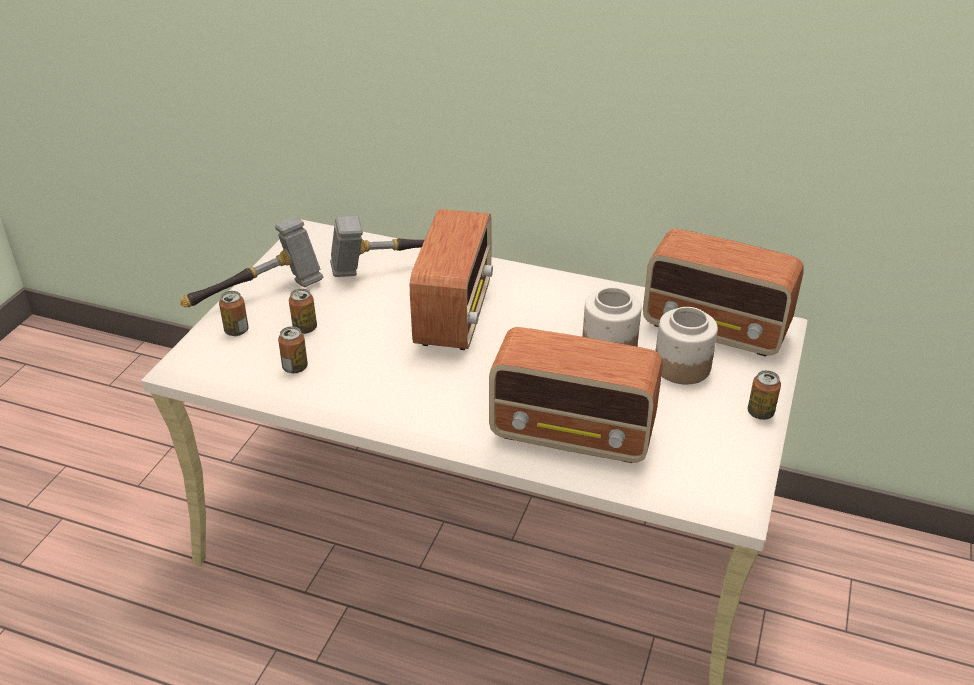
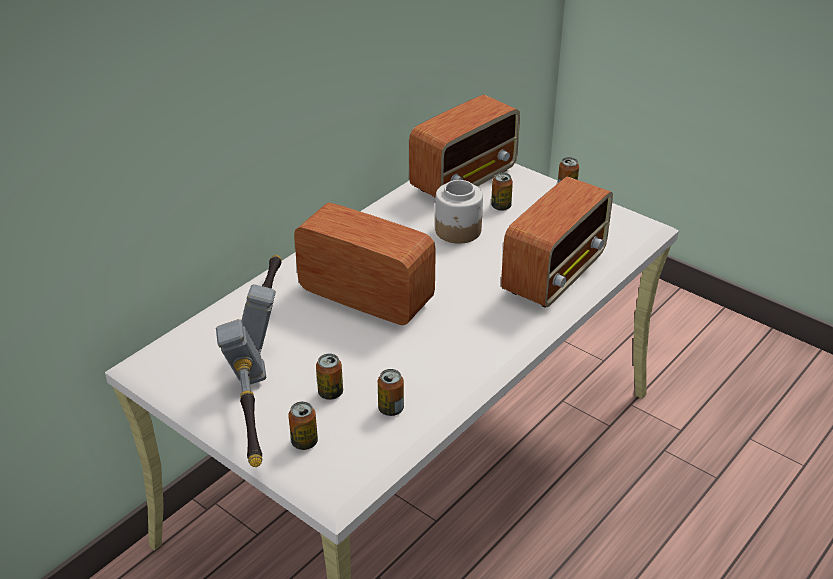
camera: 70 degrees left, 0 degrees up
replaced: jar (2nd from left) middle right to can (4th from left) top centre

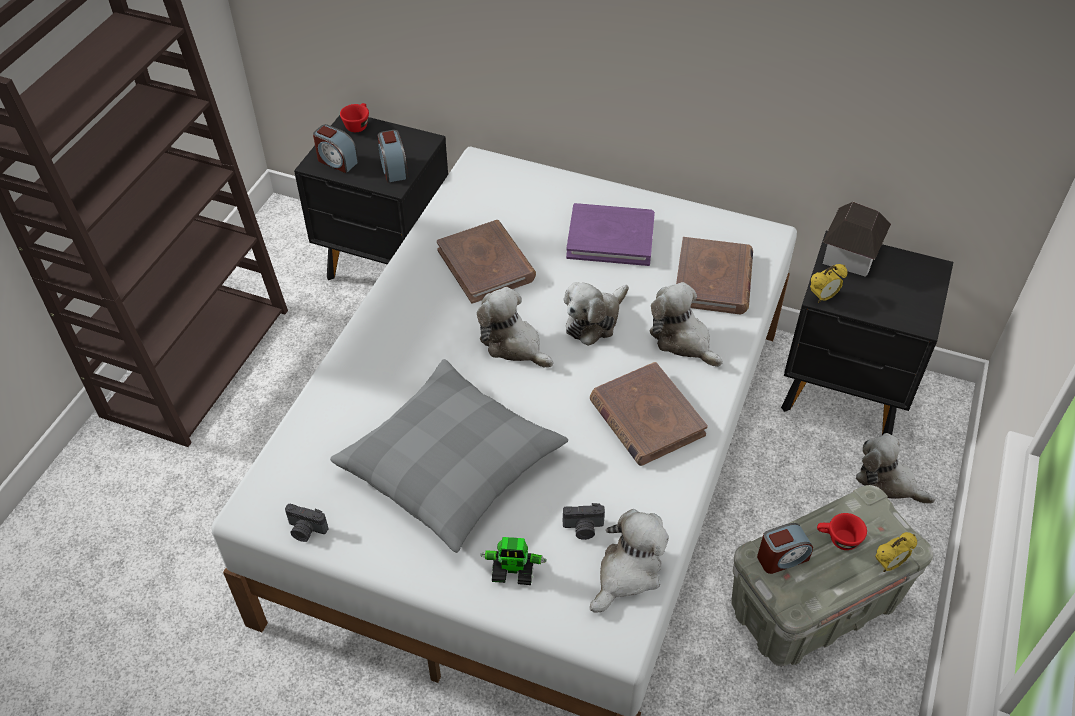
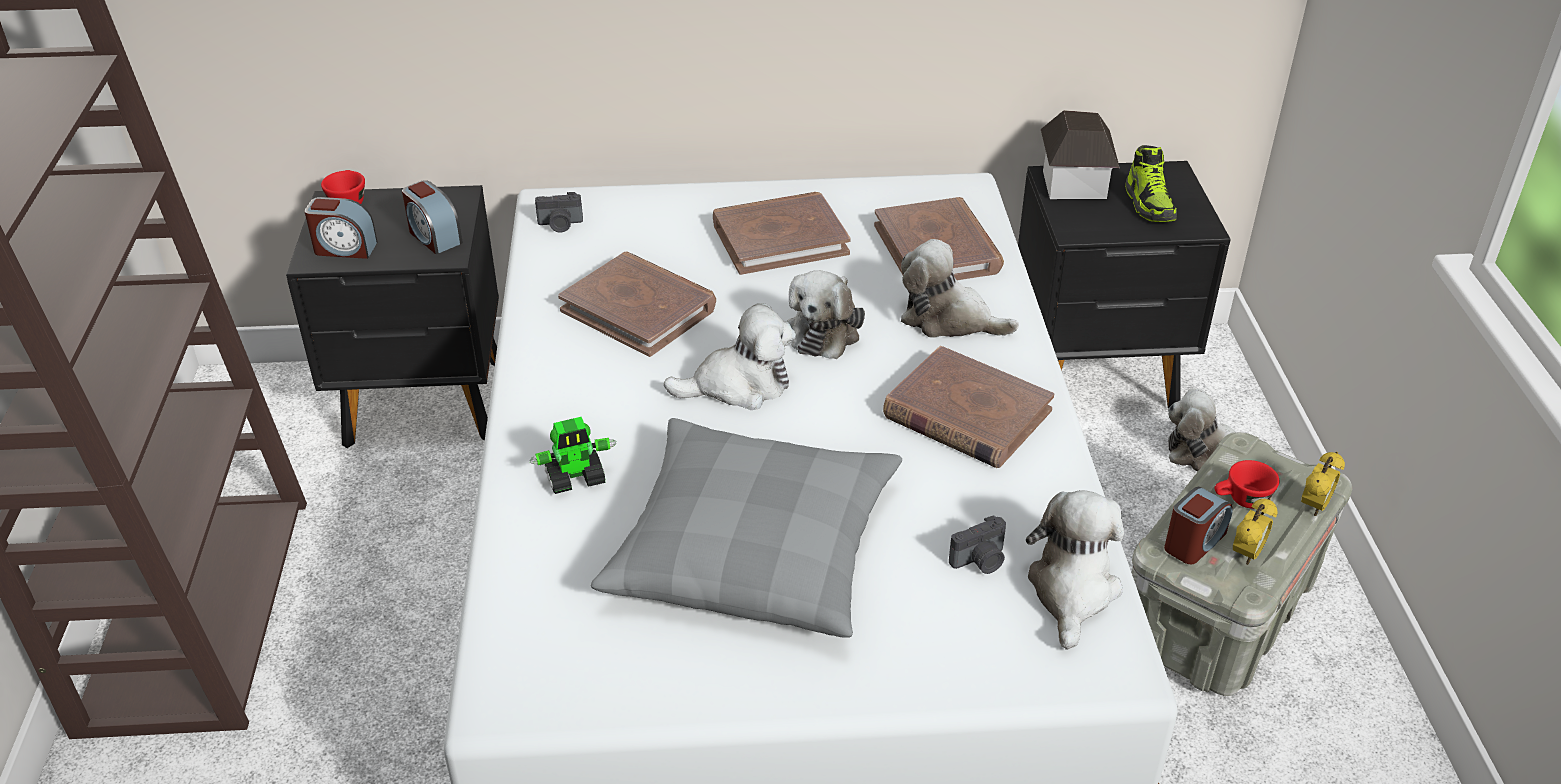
camera: 25 degrees left, 10 degrees down
added: shoe top right
moved: toy robot bottom centre to centre; photo camera (1st from left) bottom left to top centre; alarm clock (4th from left) middle right to bottom right
recoloured: purple book top centre to brown book (2nd from left) top centre
turned: plush toy (1st from left) centre = centre 150 degrees clockwise

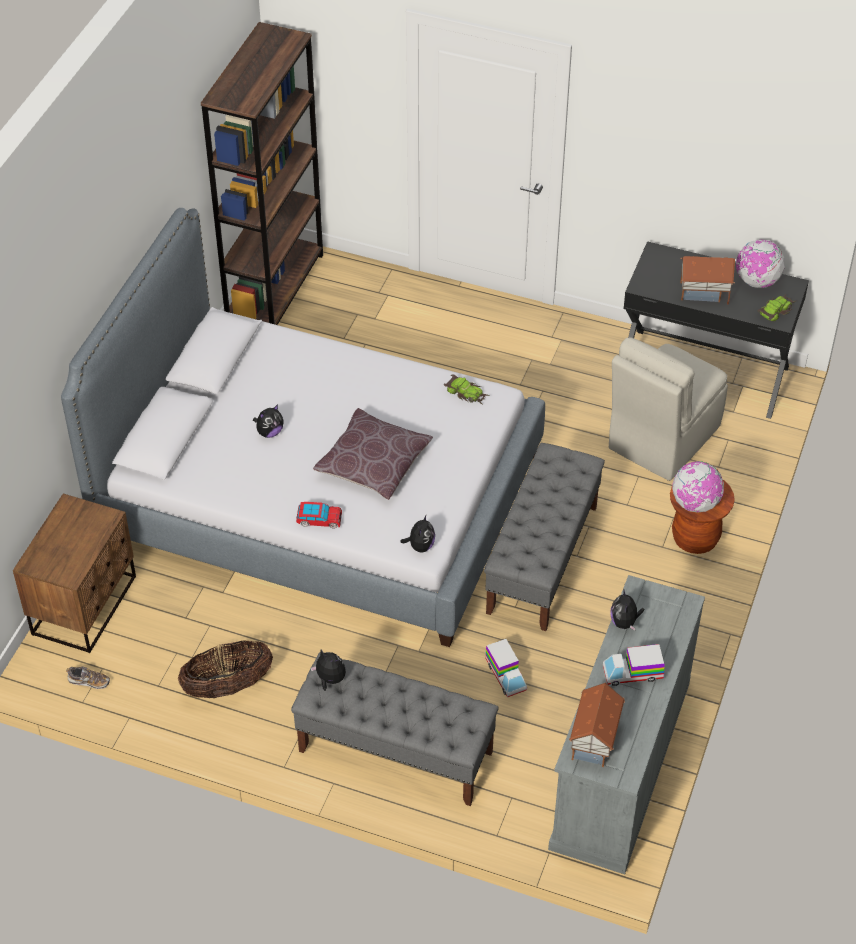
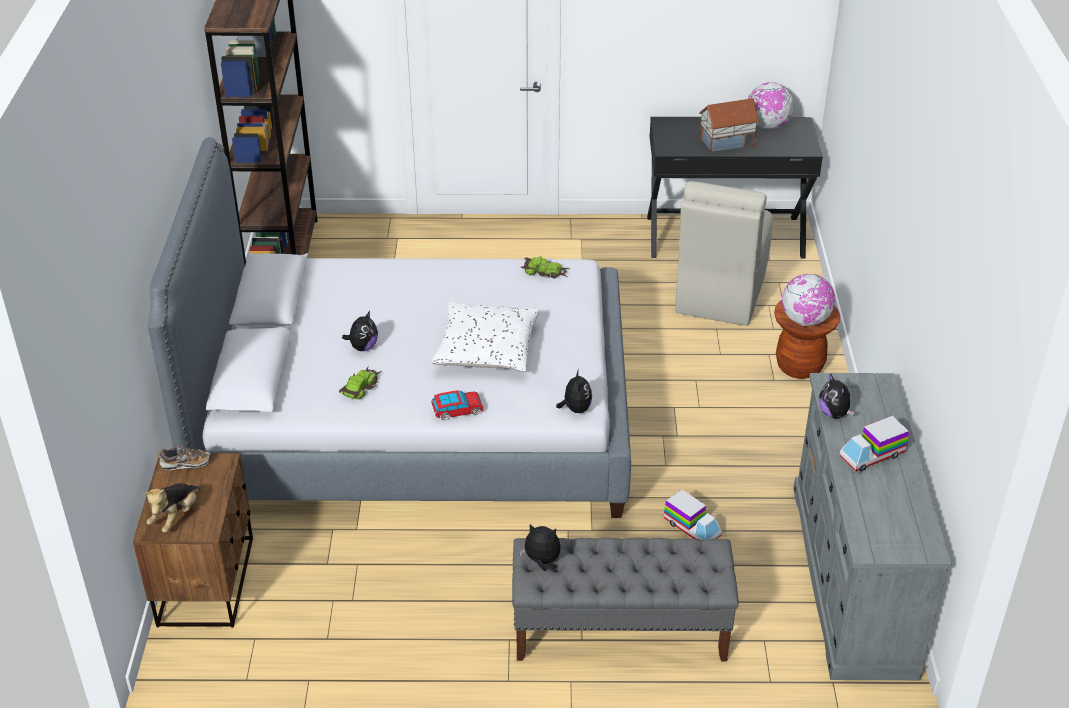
camera: 20 degrees left, 10 degrees down
removed: basket bottom left; grey bench (2nd from left) centre; toy house (1st from left) bottom right
added: plush toy (1st from left) bottom left
moved: shoe bottom left to middle left; toy car (3rd from left in the first image) top right to toy car (1st from left) centre
recoloured: brown pillow centre to white pillow centre

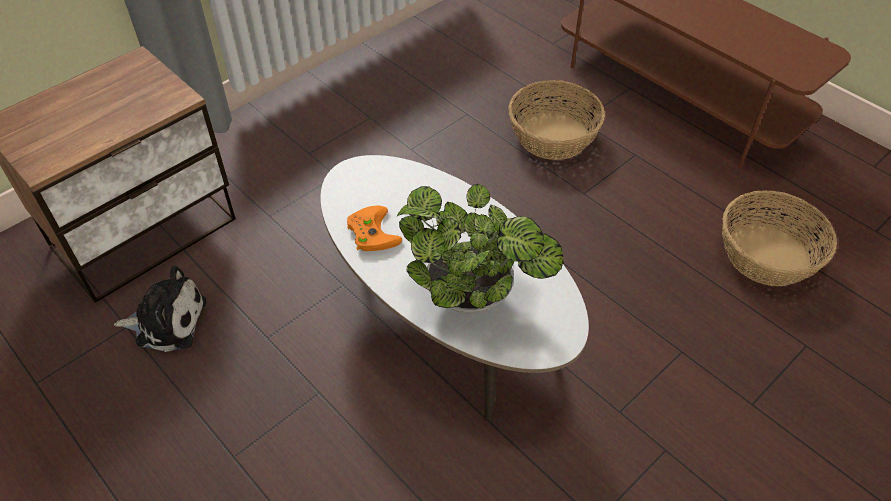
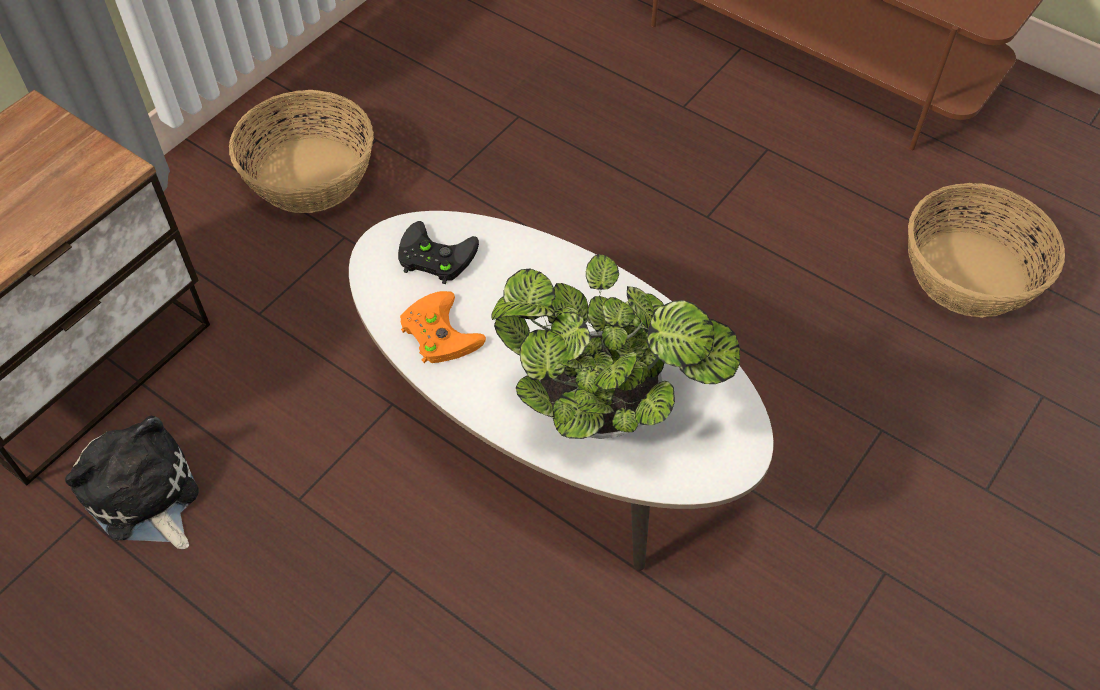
camera: 10 degrees left, 5 degrees up
added: black game controller centre
moved: basket (1st from left) top centre to top left
turned: plush toy middle left = bottom left 120 degrees counterclockwise

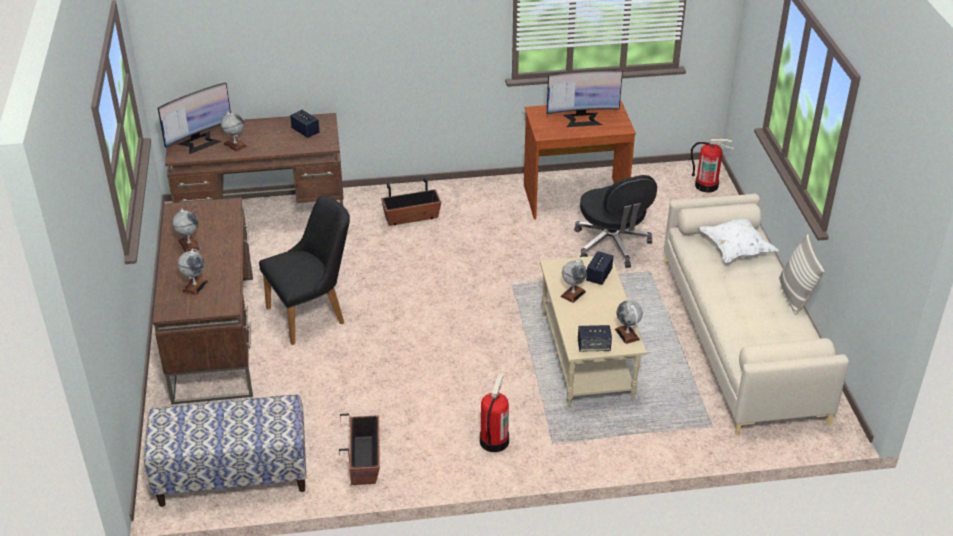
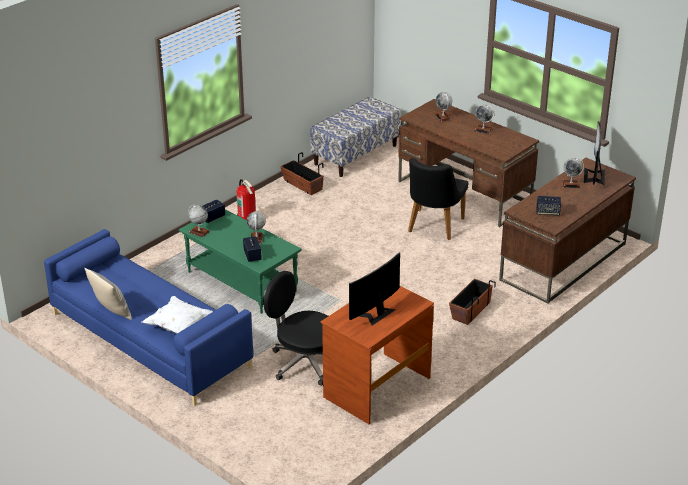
camera: 140 degrees right, 5 degrees down
removed: fire extinguisher (2nd from left) top right
recoloured: beige sofa middle right to blue sofa middle left; beige coffee table centre to green coffee table centre

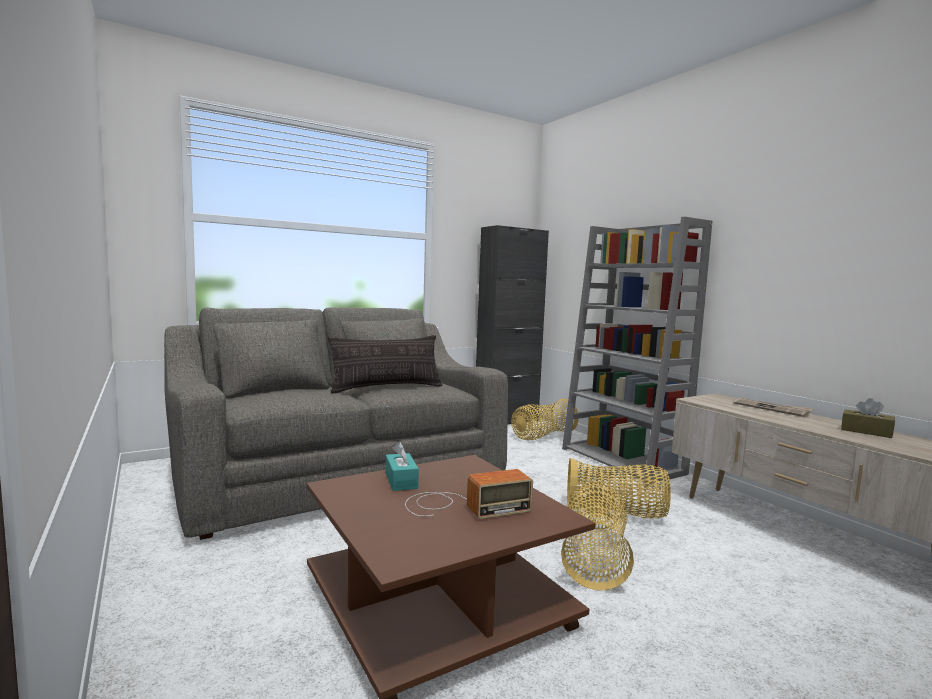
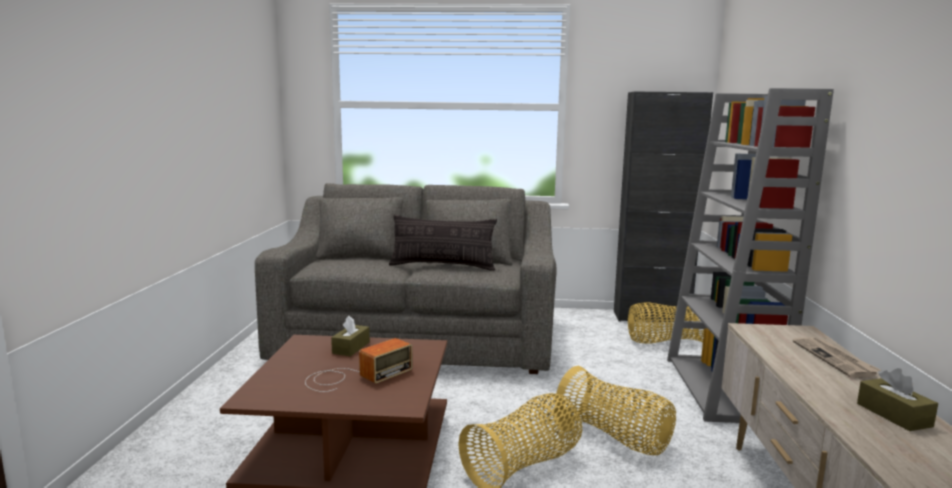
camera: 35 degrees right, 5 degrees up
recoloured: turquoise tissue box bottom centre to brown tissue box (1st from left) bottom centre
turned: radio bottom centre = bottom centre 60 degrees counterclockwise

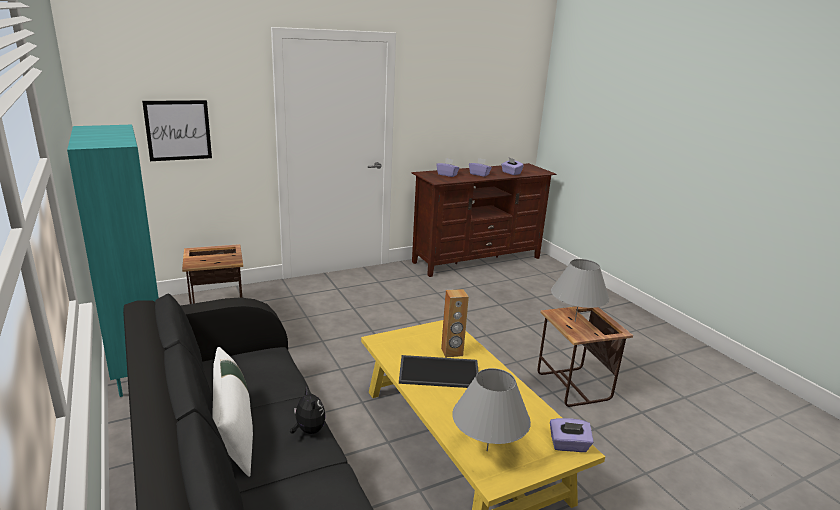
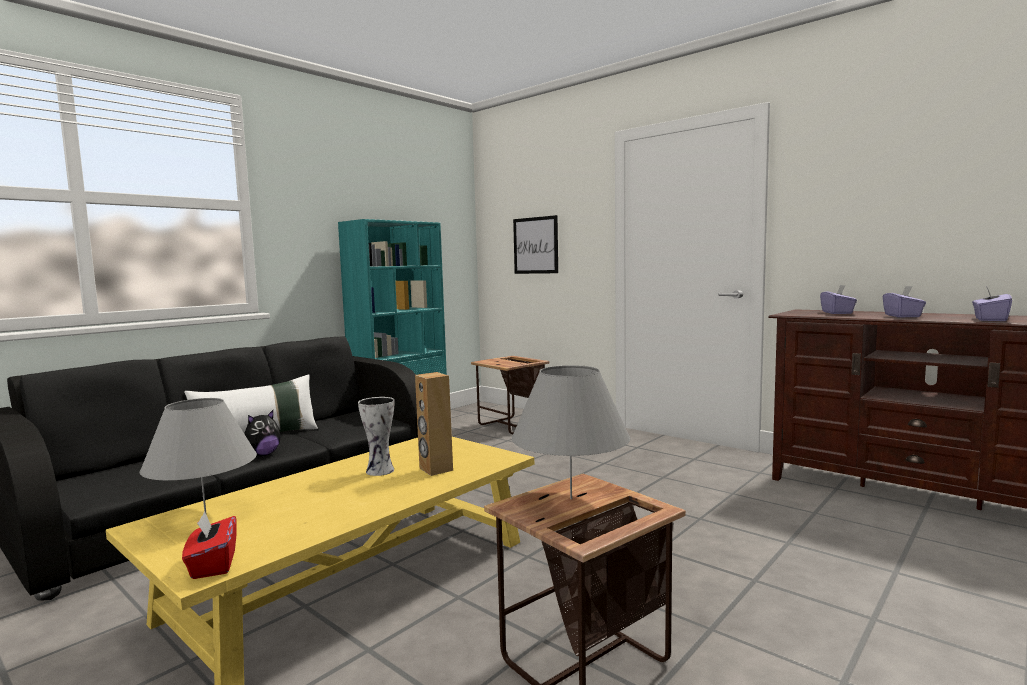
camera: 70 degrees right, 15 degrees down
replaced: tray bottom centre to vase centre
recoloured: purple tissue box (4th from left) bottom right to red tissue box bottom left

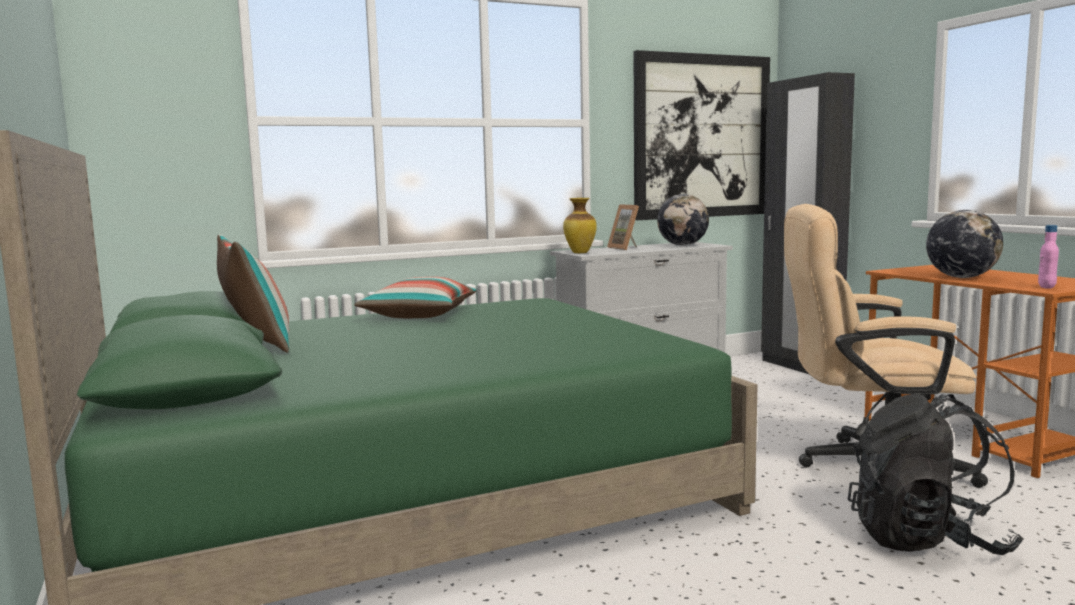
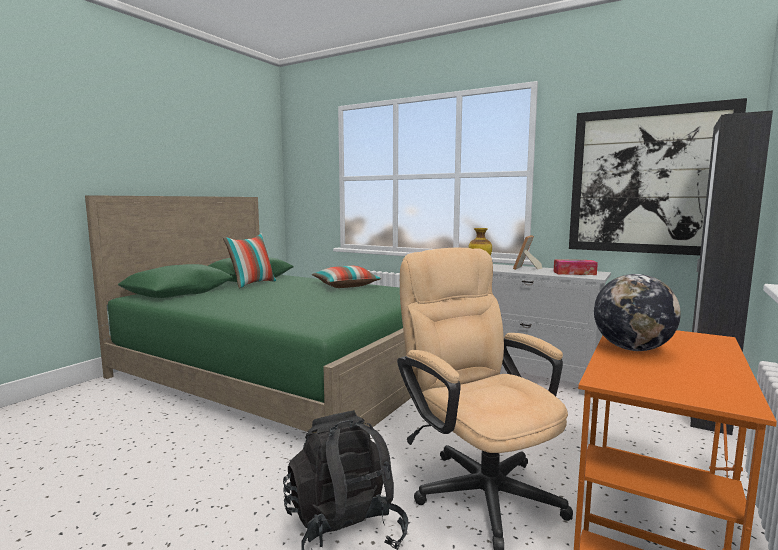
camera: 55 degrees right, 0 degrees up
removed: pink bottle middle right
replaced: globe (1st from left) centre to tissue box middle right

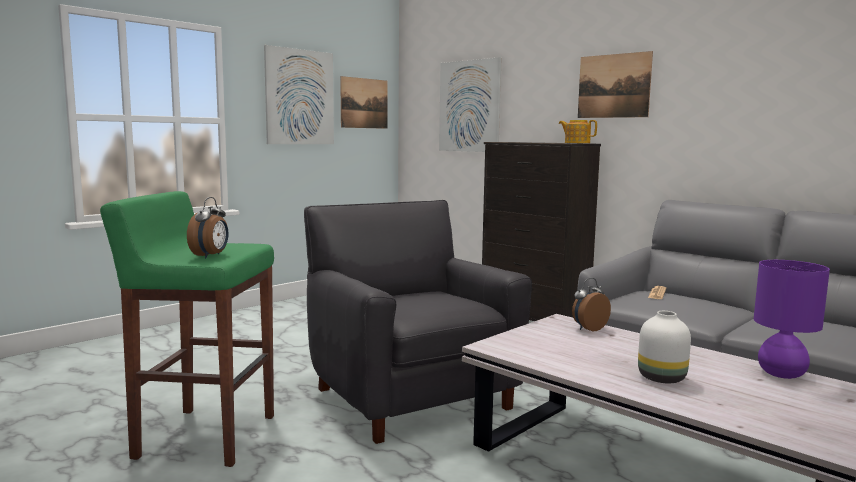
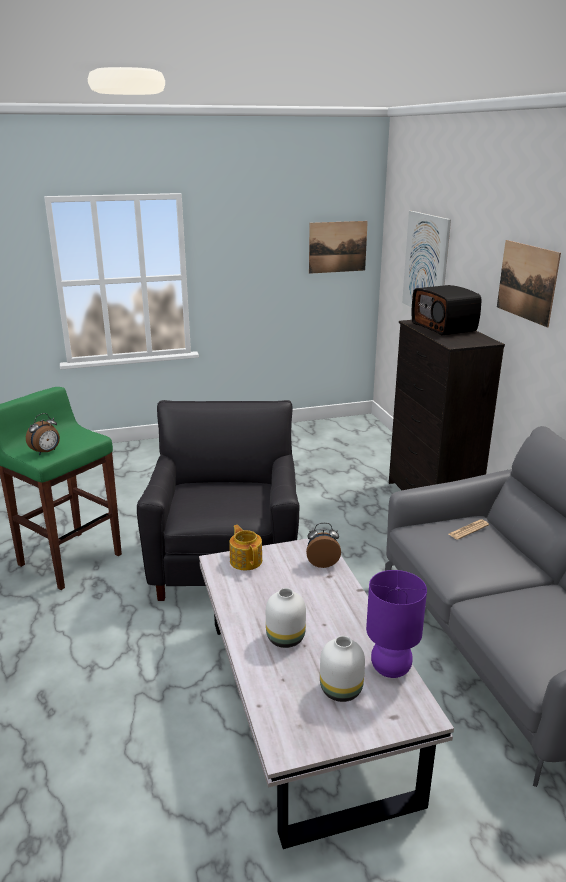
camera: 30 degrees right, 15 degrees up
removed: picture (1st from left) top centre
added: white vase (2nd from left) bottom centre; radio middle right
moved: teapot top right to centre

